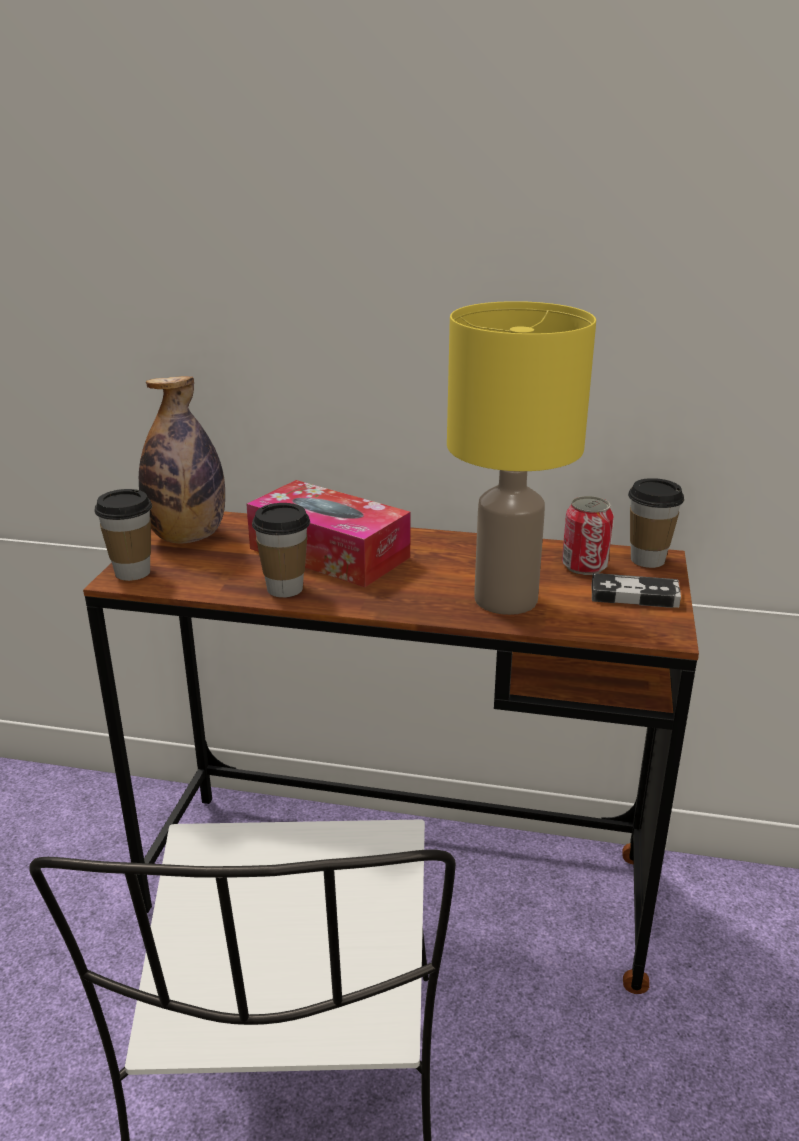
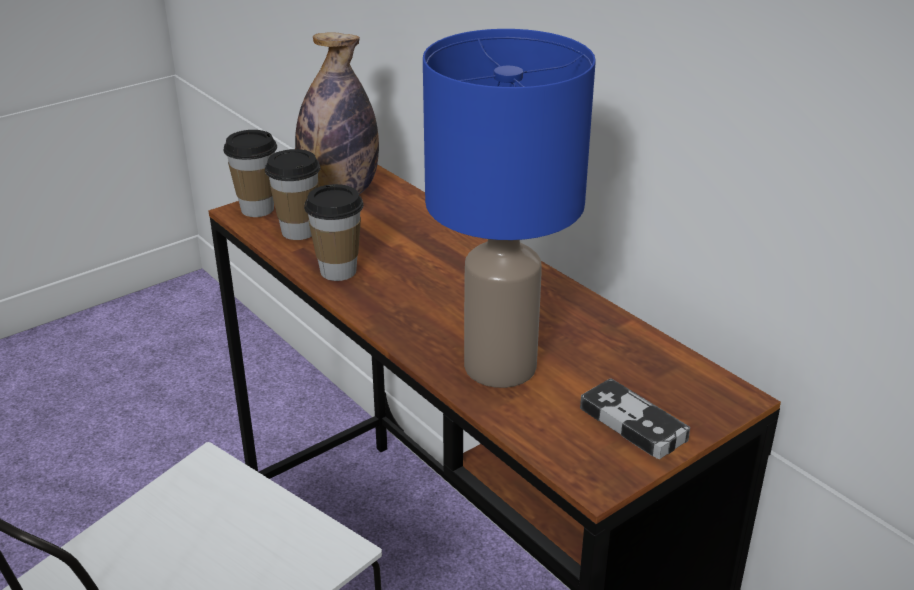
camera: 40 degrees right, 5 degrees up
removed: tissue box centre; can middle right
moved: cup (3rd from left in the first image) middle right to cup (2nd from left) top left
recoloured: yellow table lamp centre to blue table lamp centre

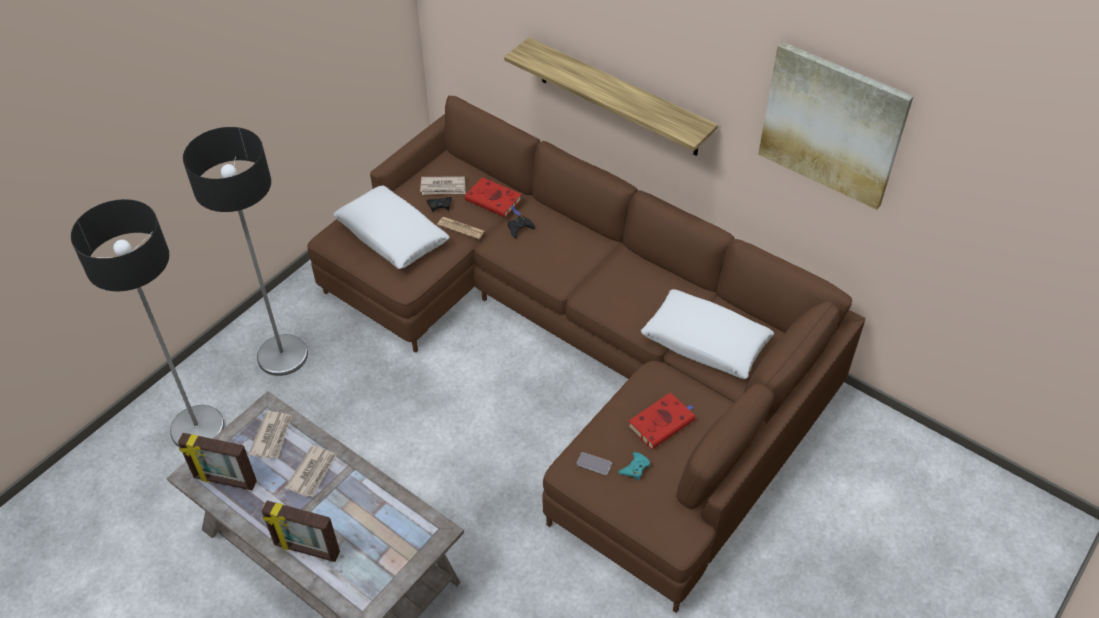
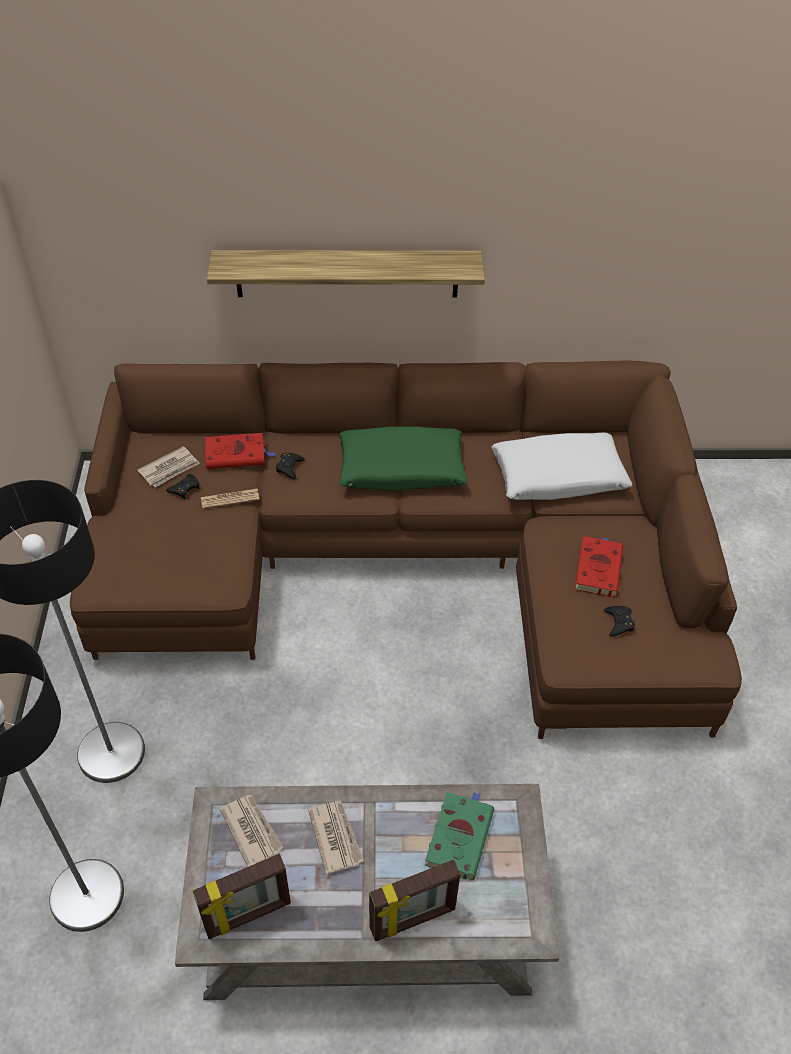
camera: 40 degrees left, 0 degrees up
removed: white pillow (1st from left) centre; phone bottom centre; picture top right
added: green pillow centre; green book bottom centre
recoloured: turquoise game controller bottom centre to black game controller (3rd from left) middle right

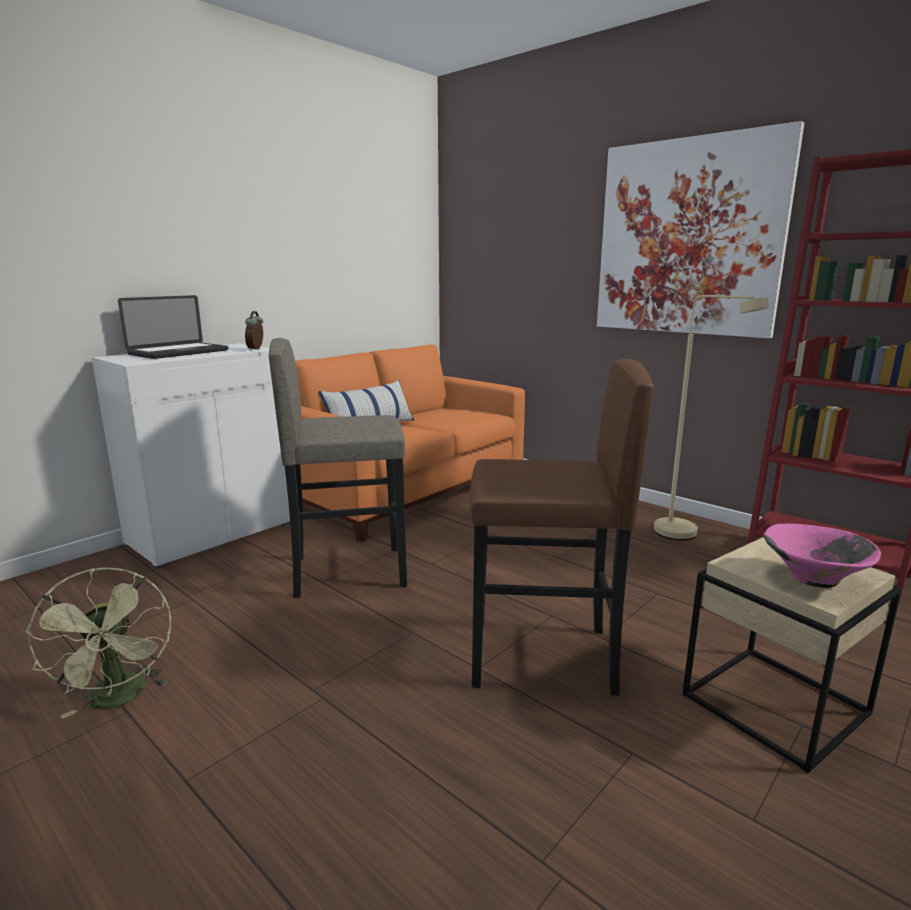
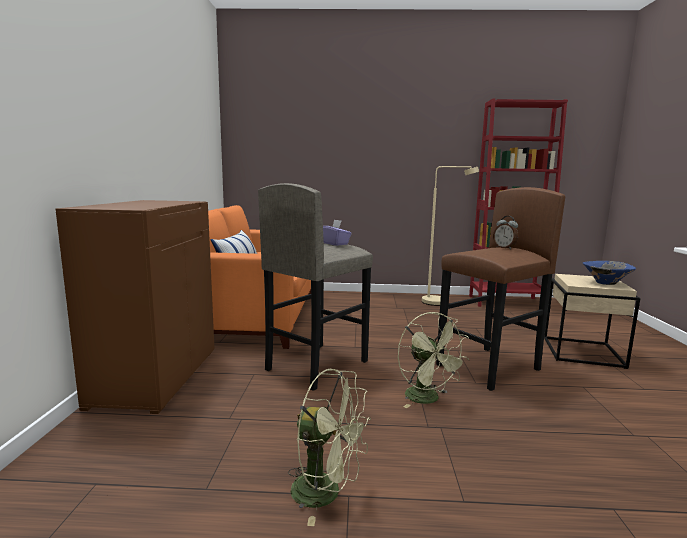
camera: 40 degrees left, 5 degrees down
removed: laptop middle left; picture top right
added: purple tissue box centre; green fan (2nd from left) bottom centre
moved: alarm clock middle left to middle right
recoloured: white cabinet middle left to brown cabinet middle left; pink bowl middle right to blue bowl middle right

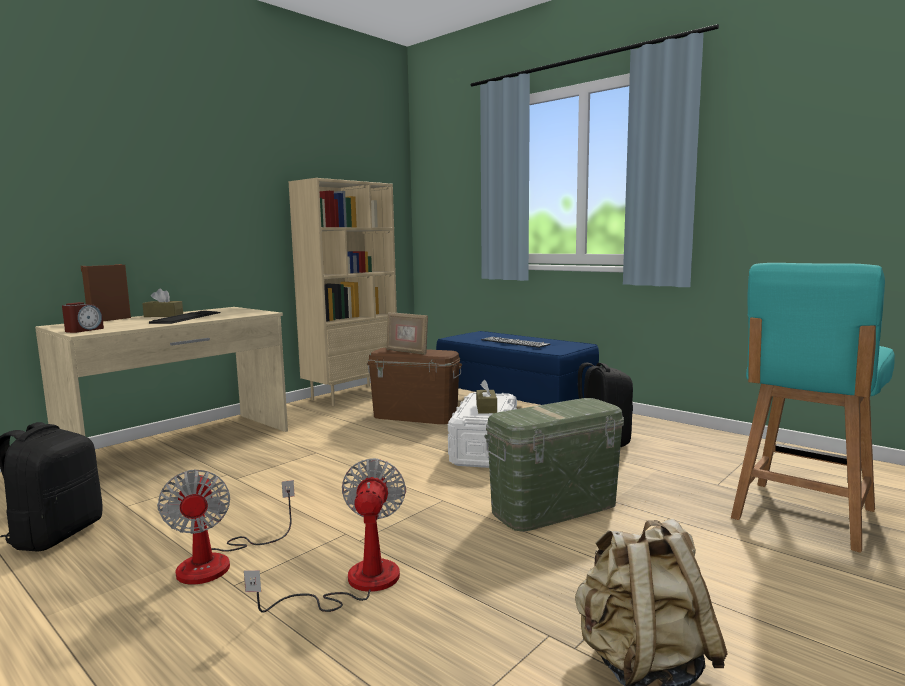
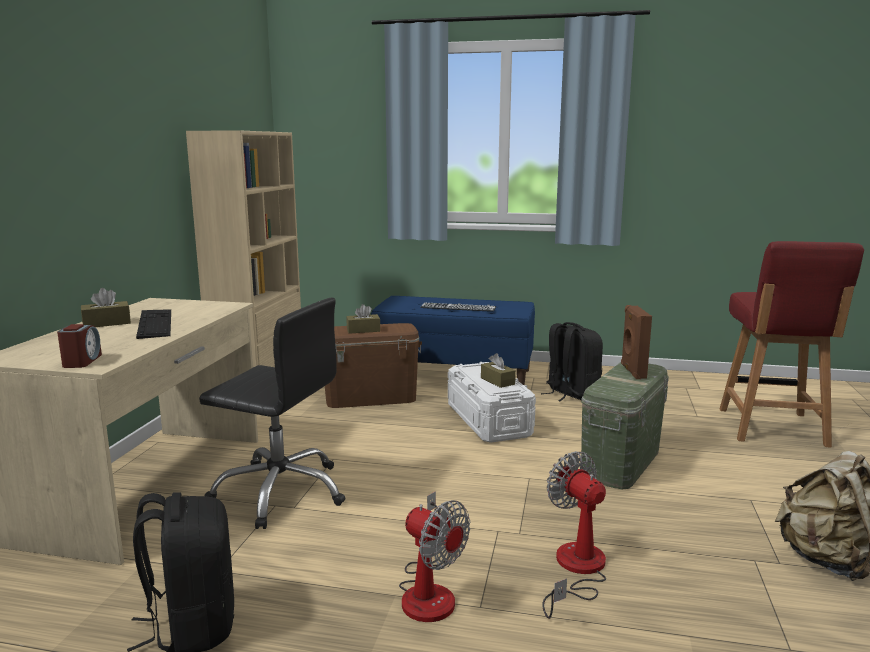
camera: 30 degrees left, 5 degrees up
added: black office chair middle left
moved: brown speaker middle left to middle right
replaced: picture frame centre to brown tissue box (2nd from left) centre
recoloured: turquoise chair middle right to red chair middle right

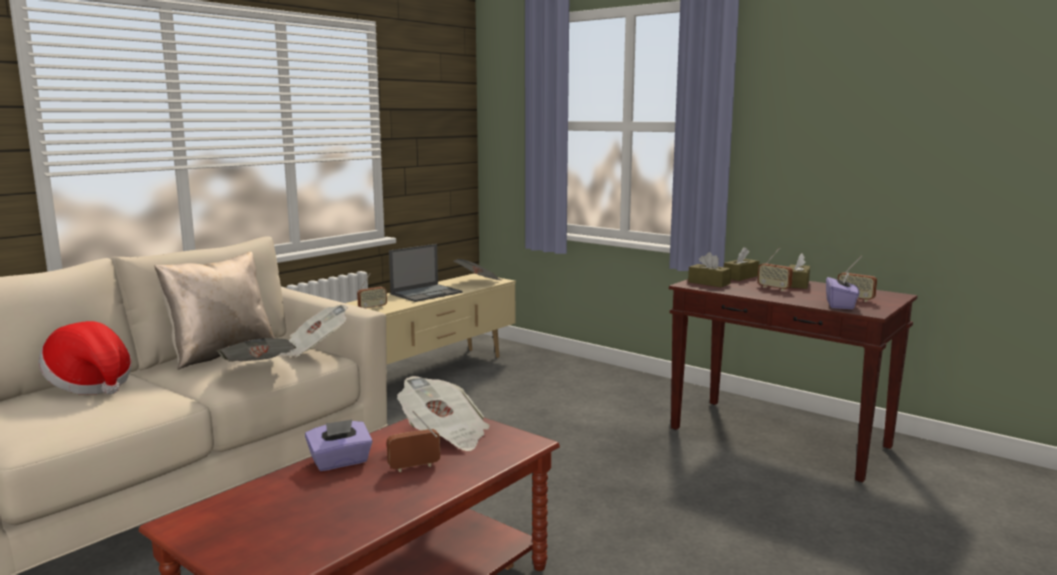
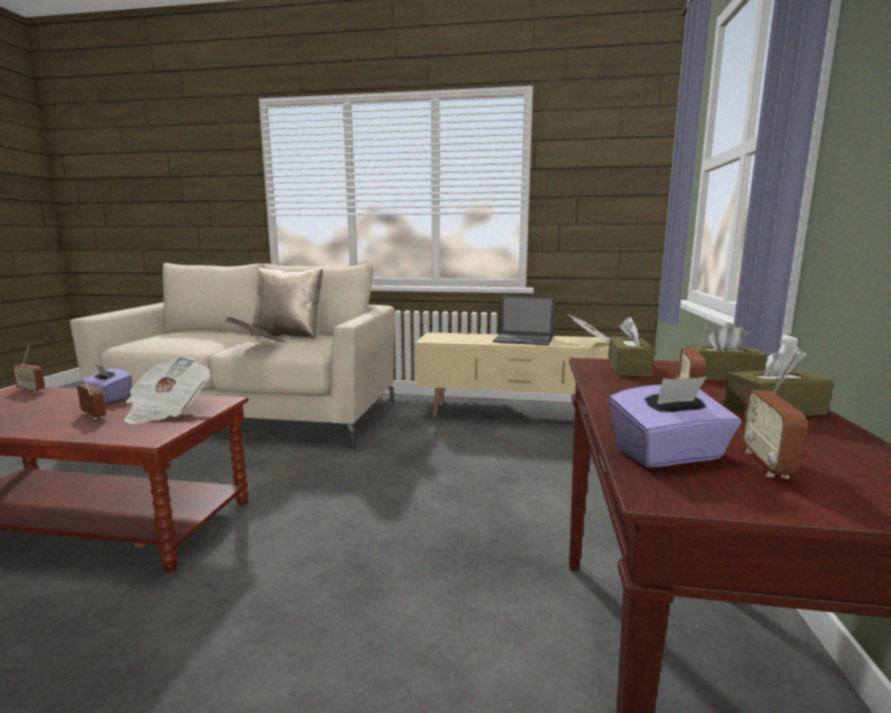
camera: 60 degrees right, 0 degrees up
removed: hat middle left; newspaper (2nd from left) middle left
moved: radio (1st from left) centre to middle left

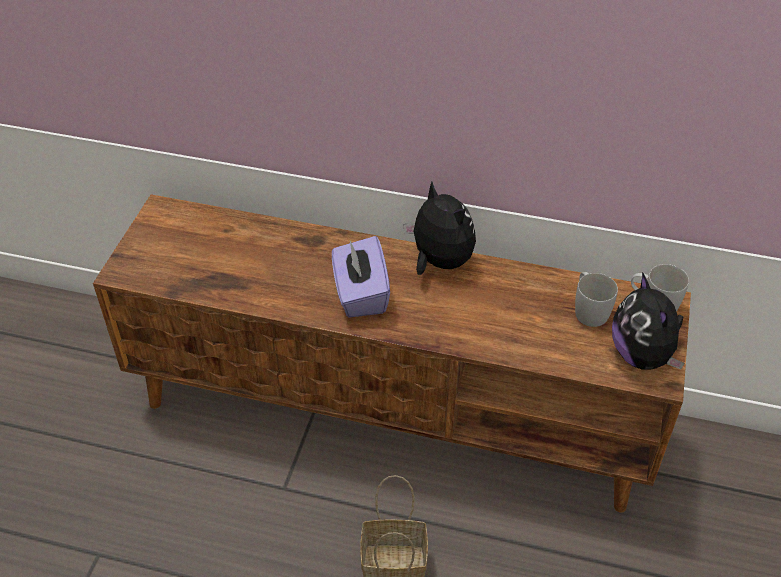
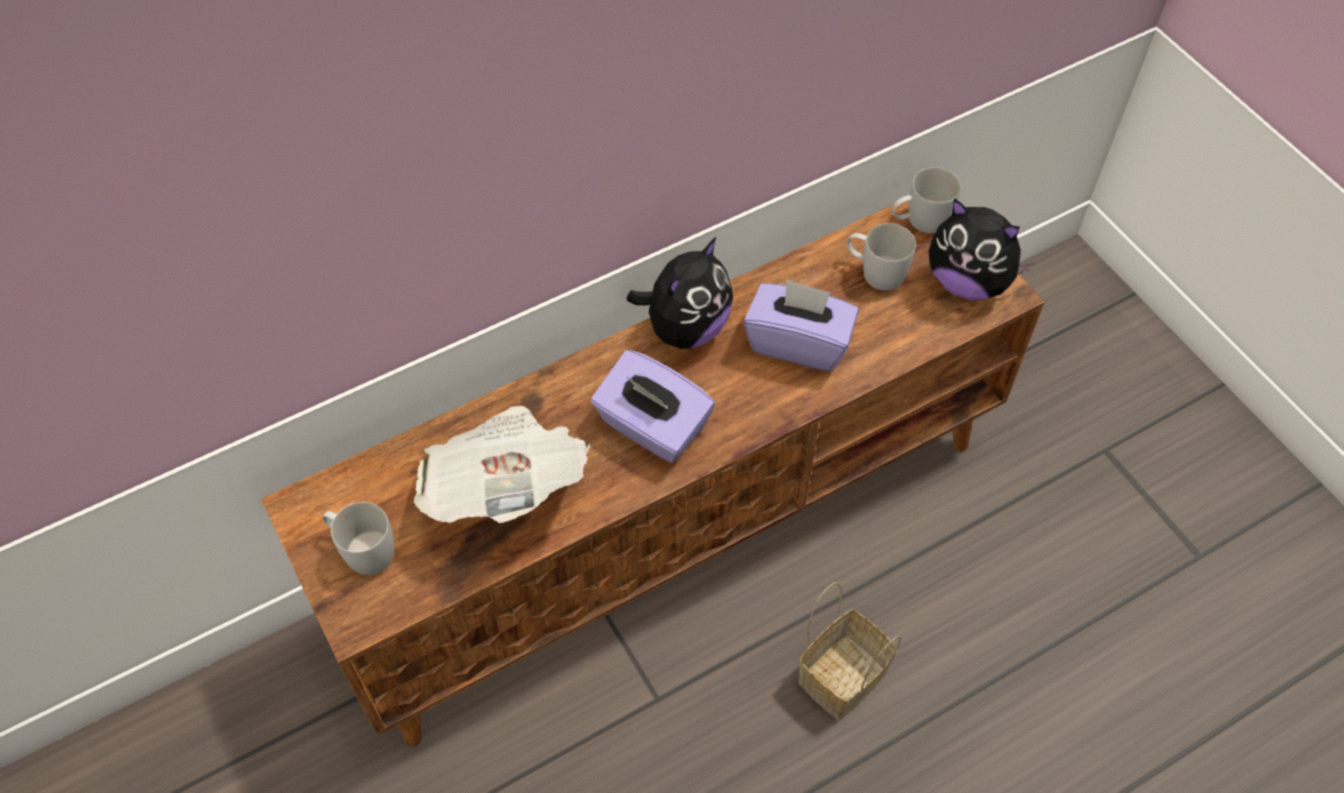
camera: 45 degrees left, 10 degrees up
added: white mug (1st from left) bottom left; newspaper centre; purple tissue box (2nd from left) centre
turned: plush toy (1st from left) centre = centre 120 degrees clockwise

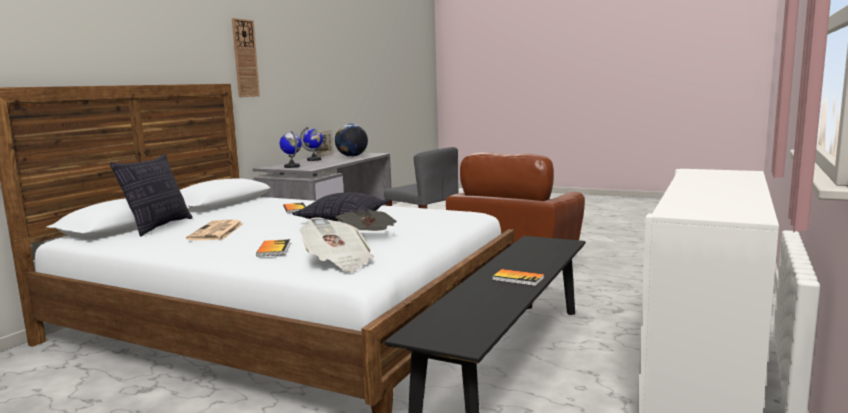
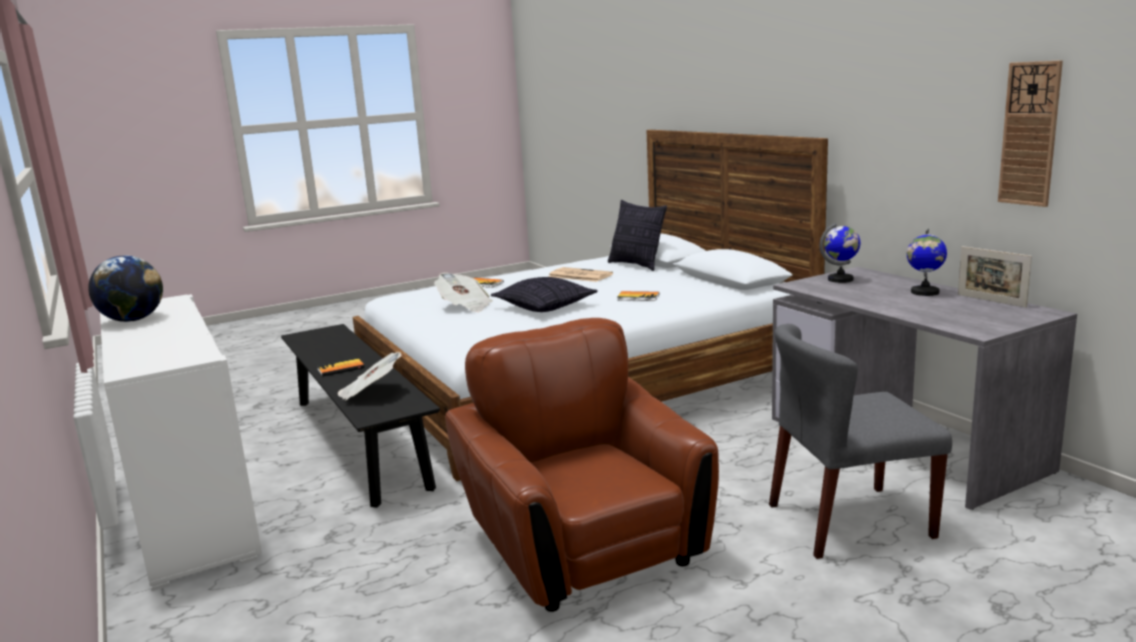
camera: 125 degrees right, 5 degrees up
moved: globe (3rd from left in the first image) centre to globe (1st from left) middle left; newspaper (2nd from left in the first image) centre to newspaper (1st from left) middle left; wall clock top left to top right

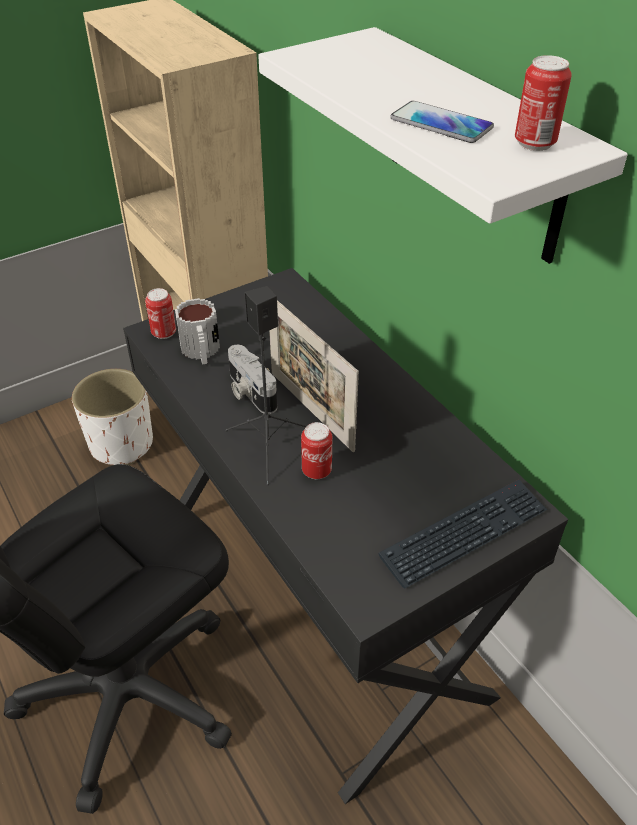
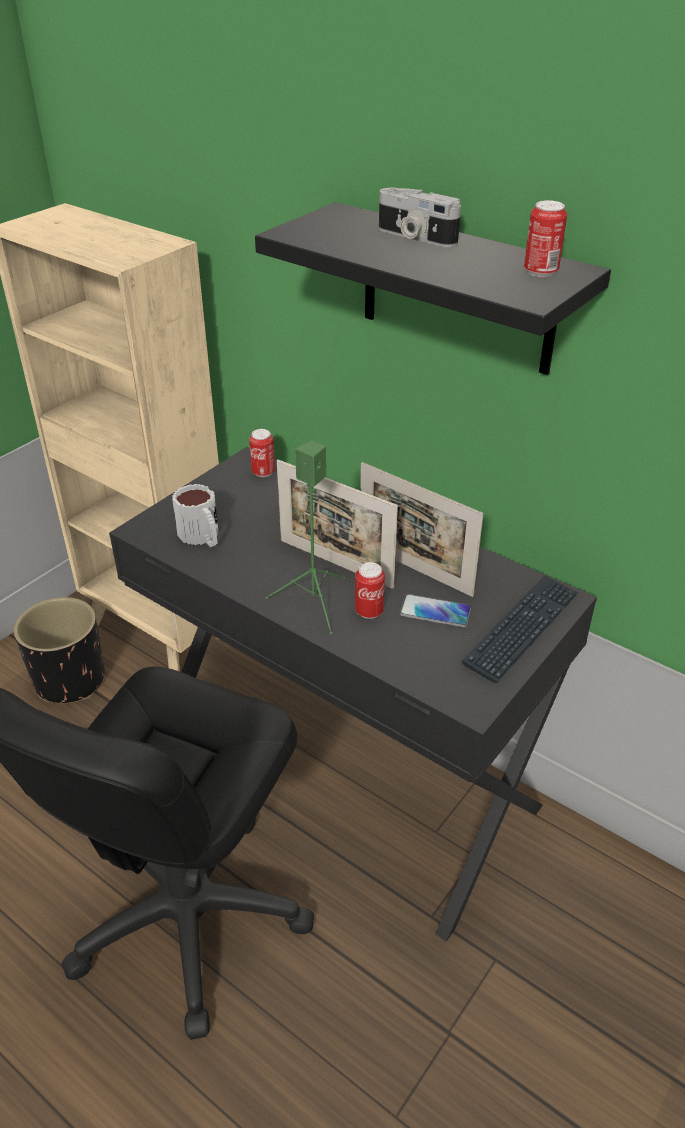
camera: 20 degrees left, 5 degrees down
added: picture frame (2nd from left) centre
moved: can (1st from left) middle left to centre; photo camera centre to top centre; phone top right to centre
recoloured: white planter middle left to black planter middle left; white shelf top right to black shelf top centre; black speaker centre to green speaker centre

